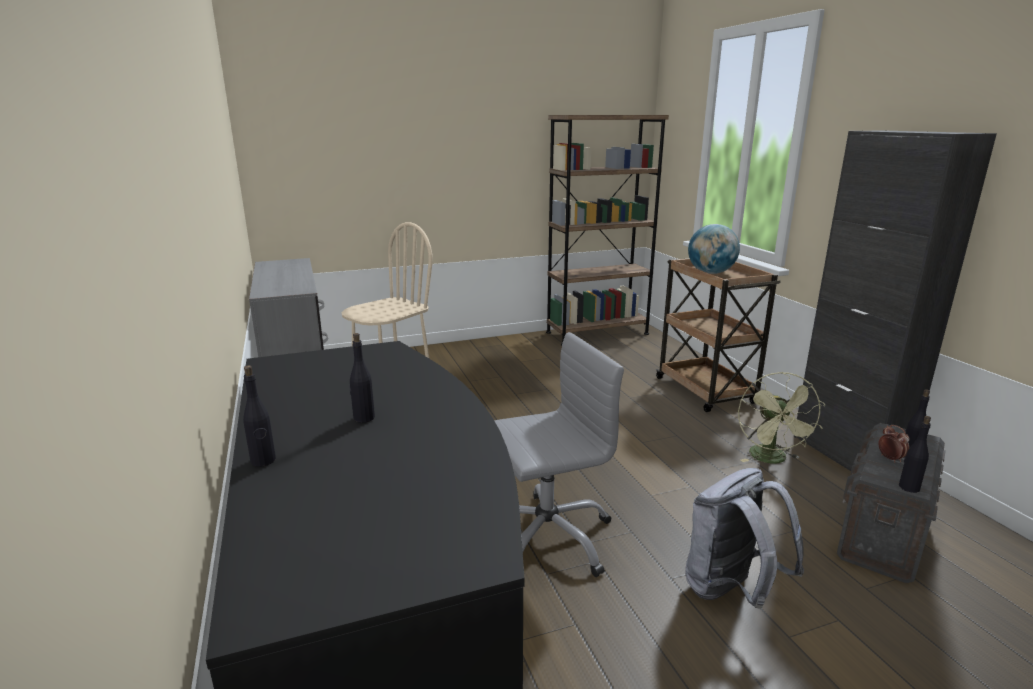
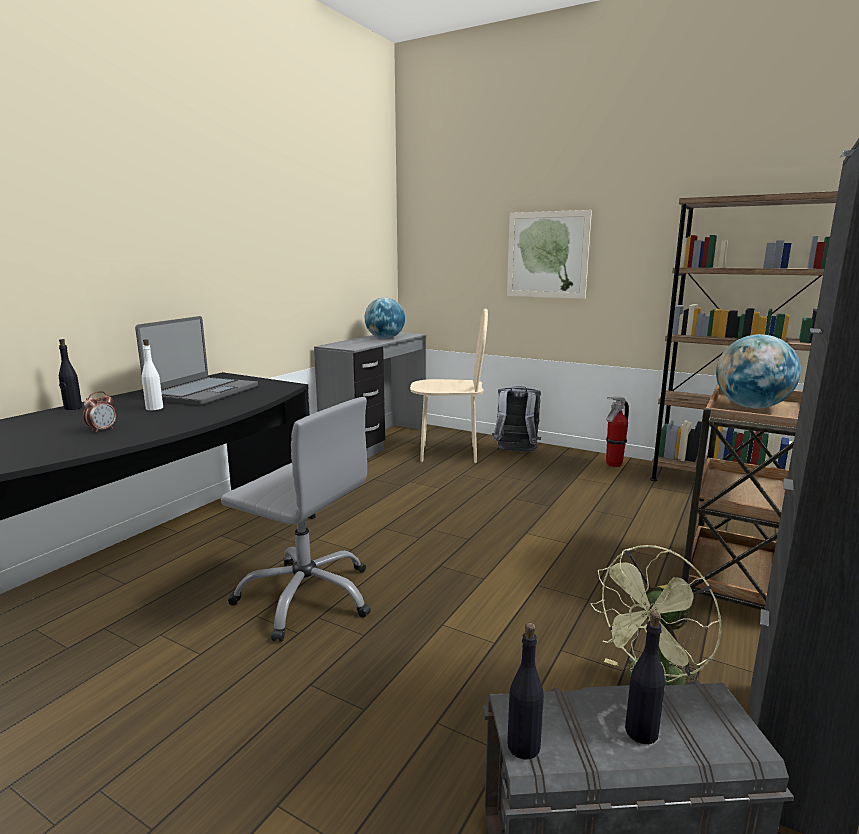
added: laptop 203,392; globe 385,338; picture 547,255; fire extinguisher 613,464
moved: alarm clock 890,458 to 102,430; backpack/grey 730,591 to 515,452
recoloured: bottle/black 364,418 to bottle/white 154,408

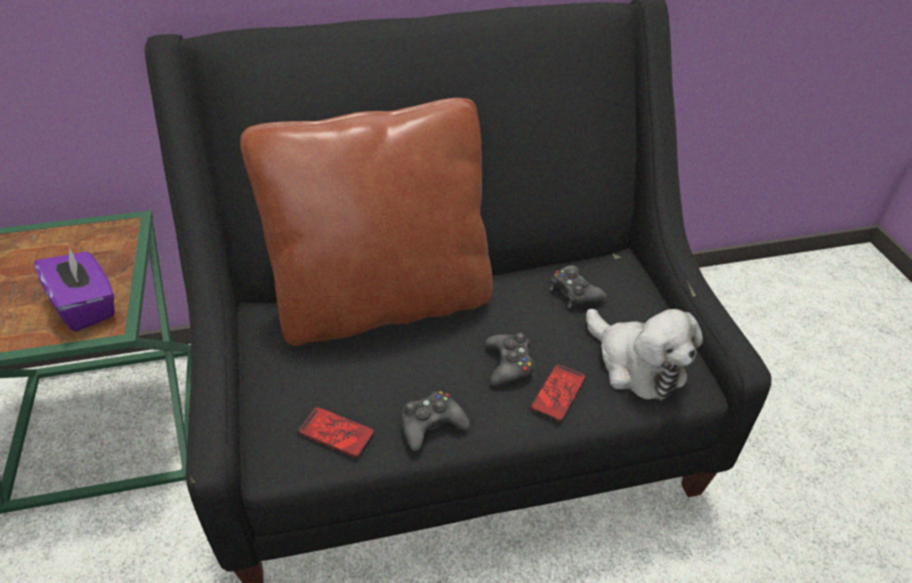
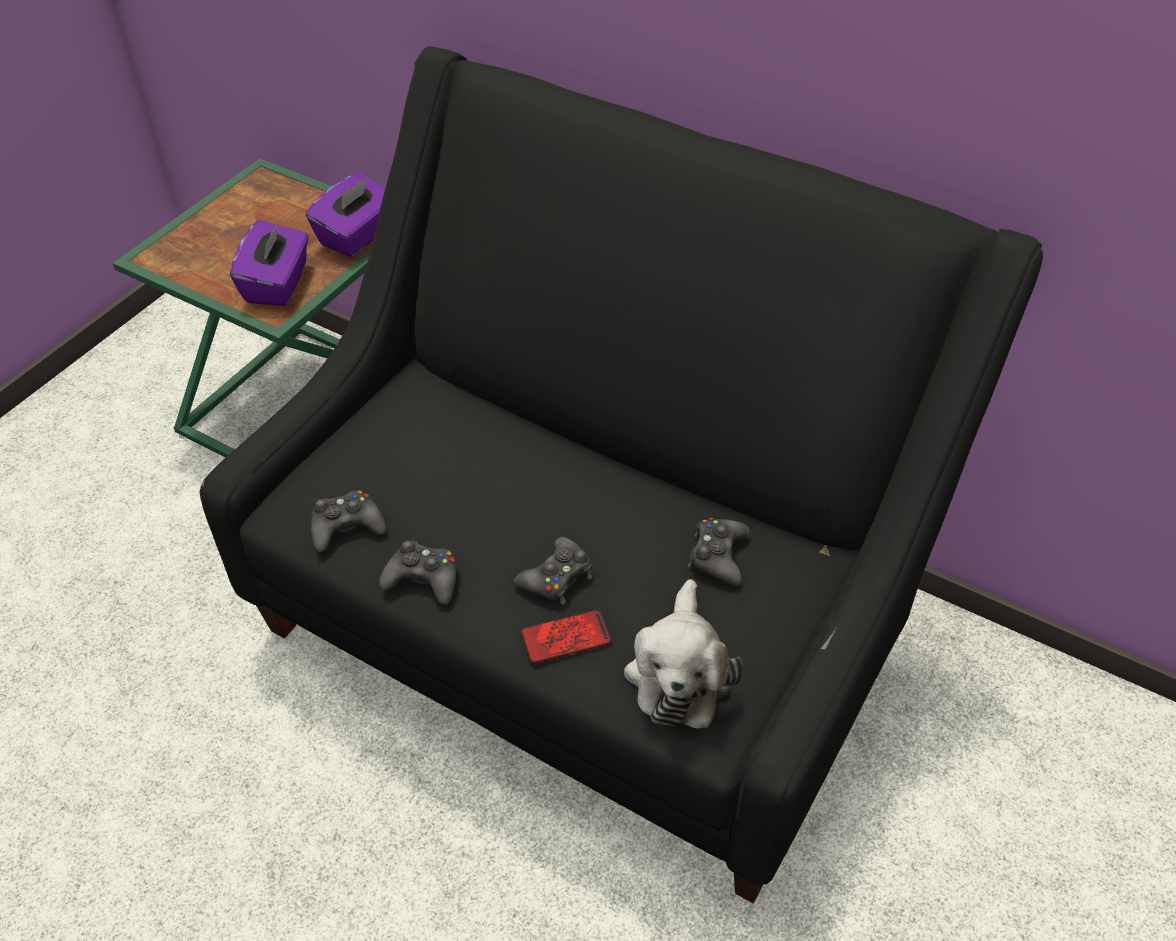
removed: pillow/brown 383,302
added: tissue box/purple 358,236
replaced: phone 336,433 to game controller/black 346,527

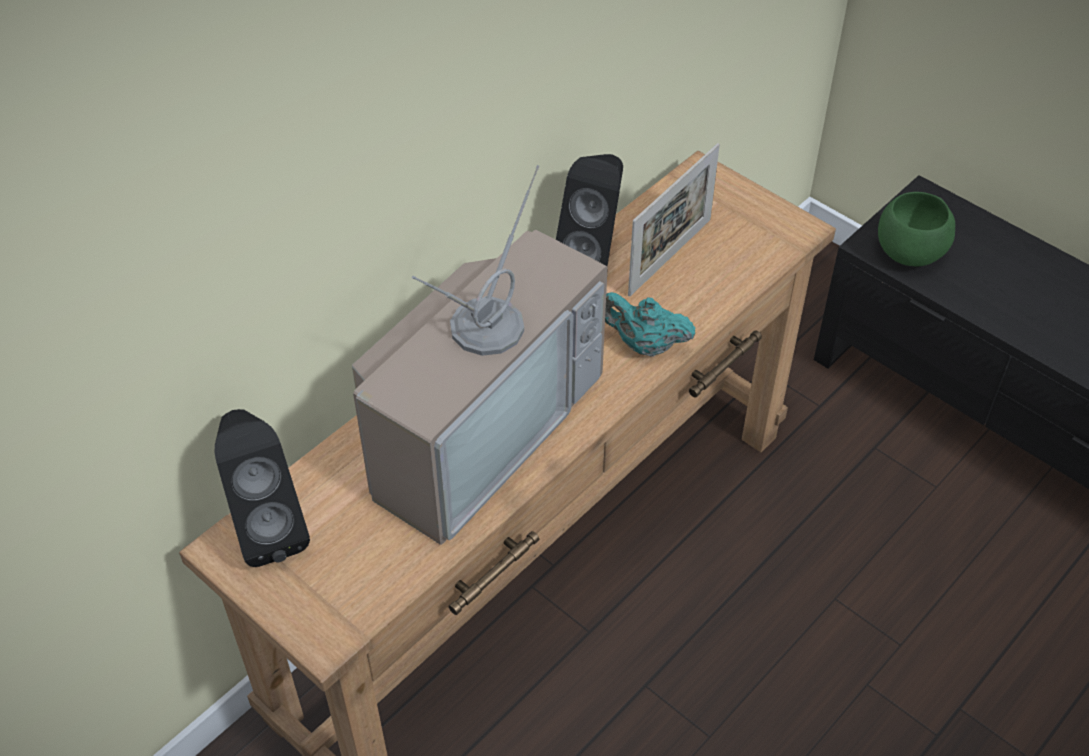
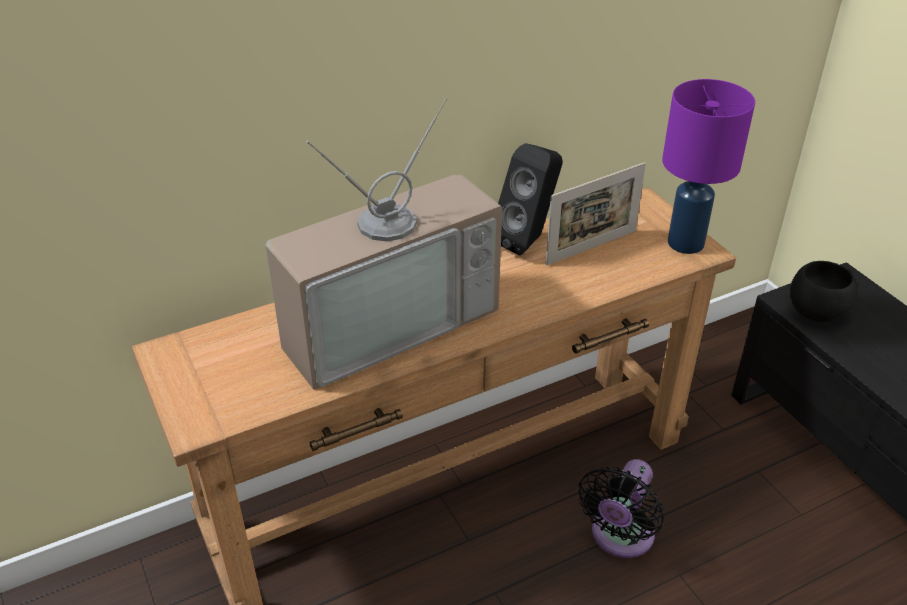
removed: speaker/black 267,528; teapot/turquoise 644,345
added: fan/black 619,537; table lamp/purple 684,243
recoloured: bowl/green 910,253 to bowl/black 817,312

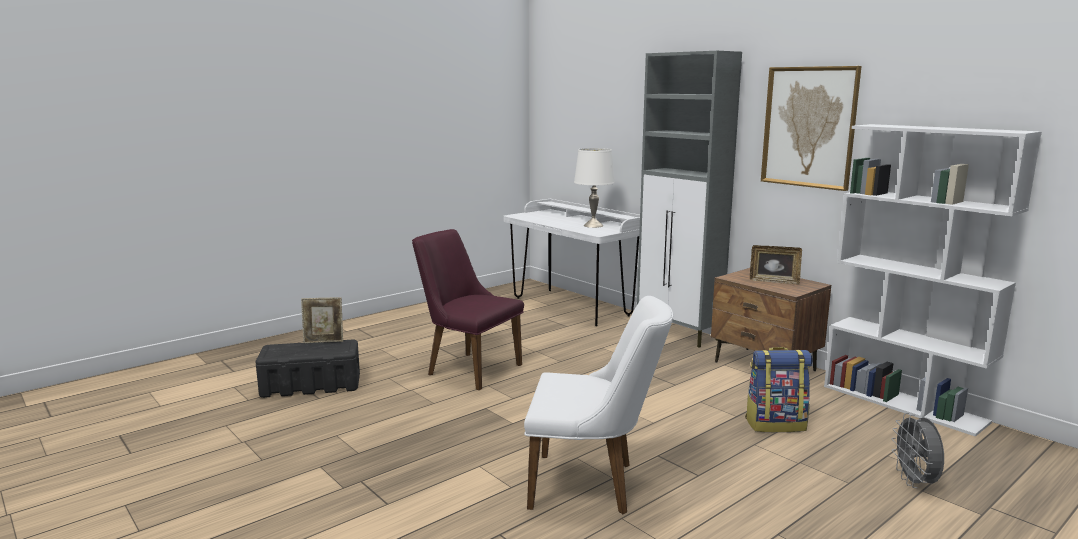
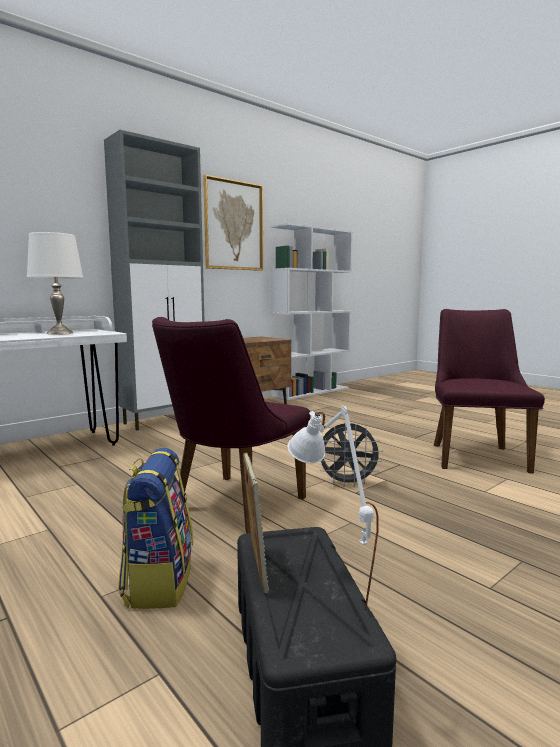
removed: picture frame 774,281
added: table lamp/white 327,589
moved: backpack 775,424 to 158,581; fan/grey 915,482 to 348,483
recoloured: chair/white 593,485 to chair/purple 475,454

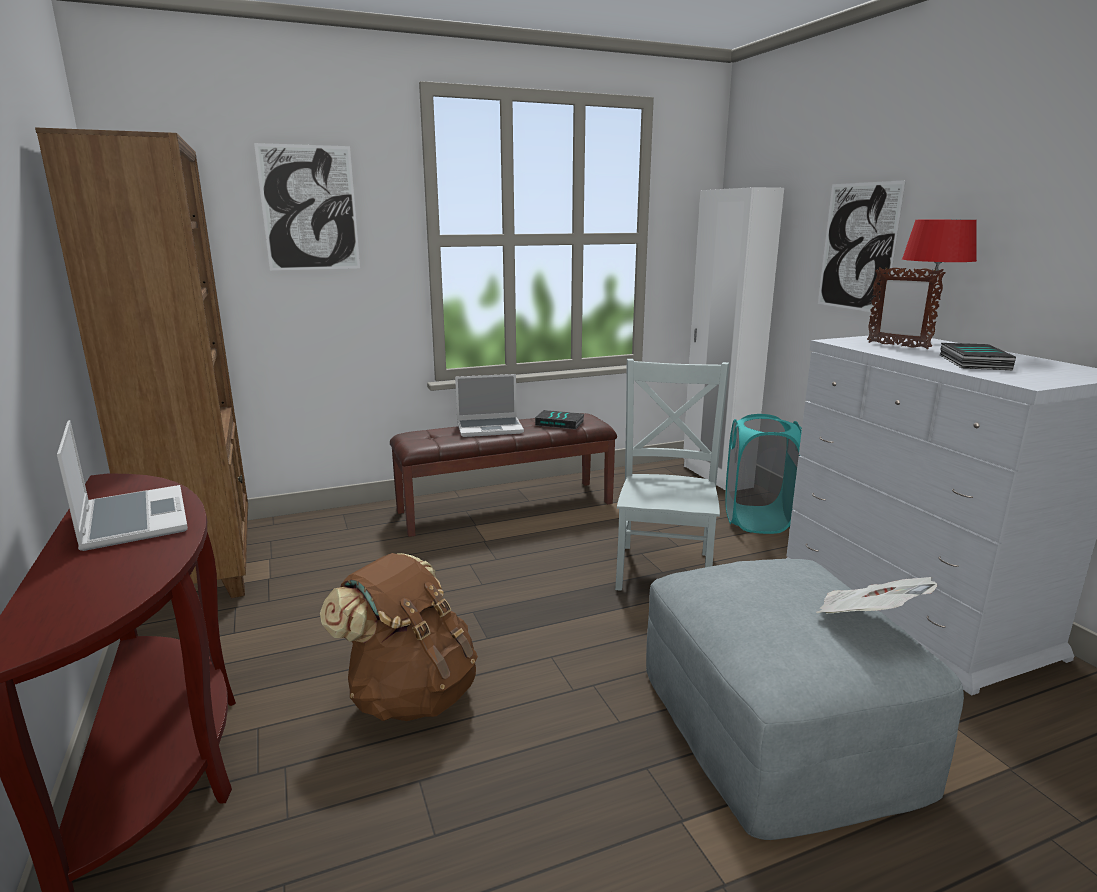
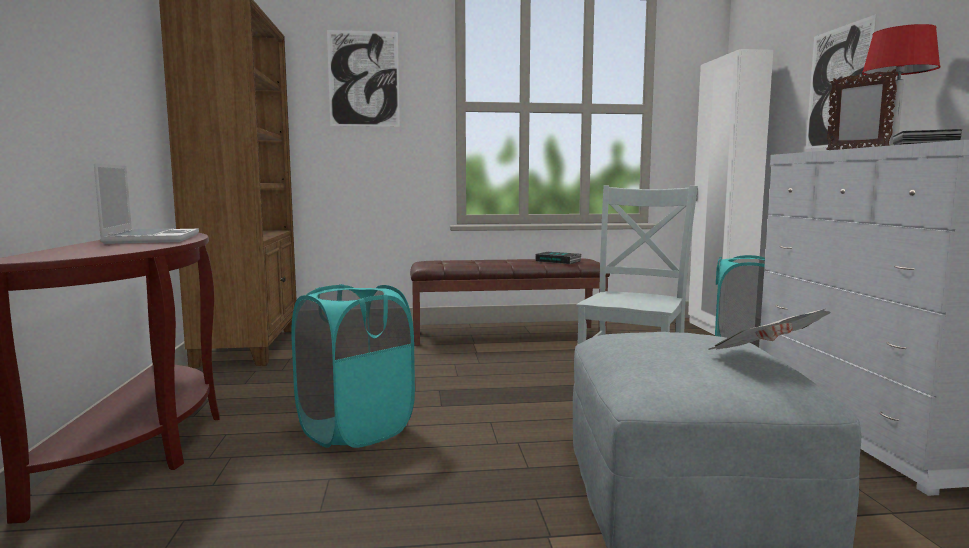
removed: laptop 490,428
replaced: backpack/brown 410,694 to laundry basket/turquoise 355,430

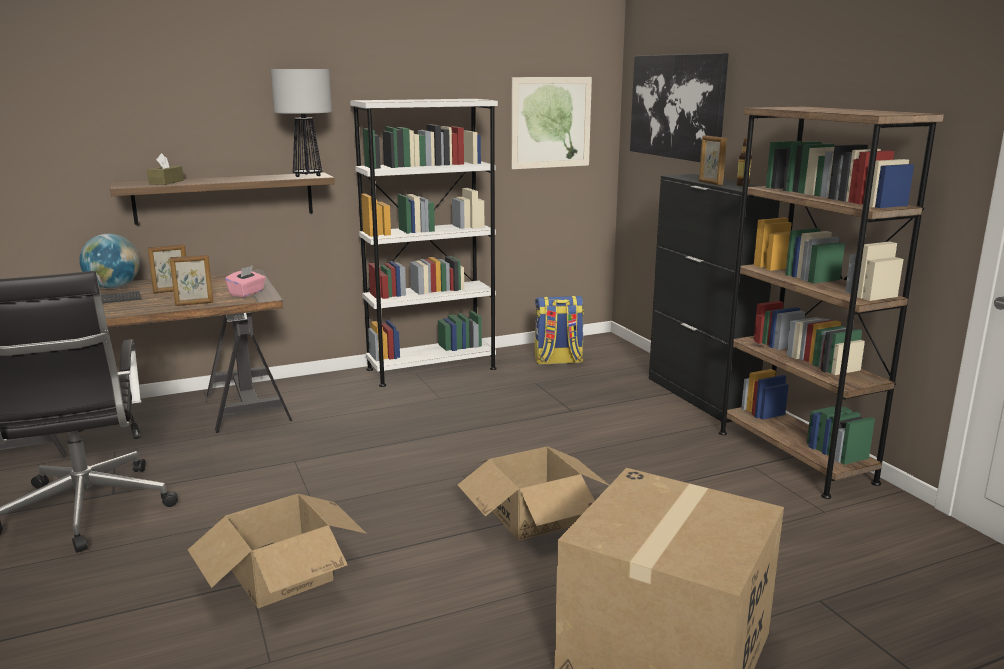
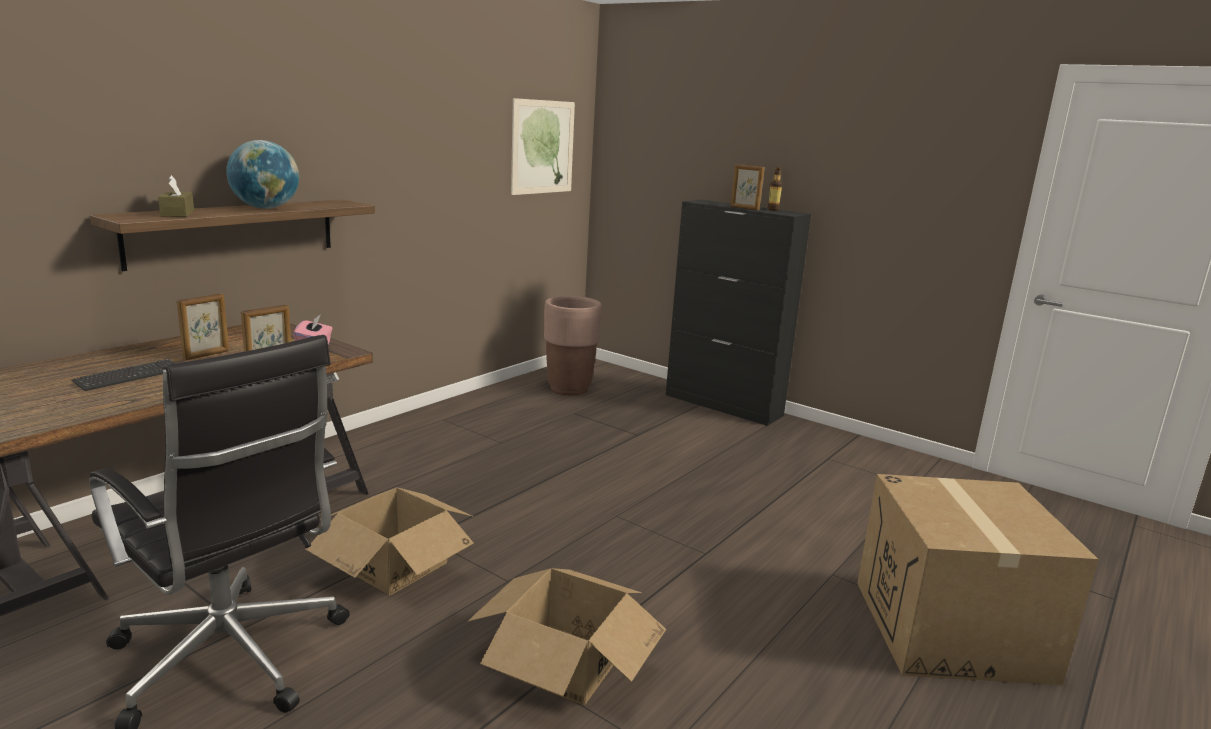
removed: table lamp 307,176; bookcase/white 431,369; picture 676,106; bookcase/brown 794,456
moved: globe 114,287 to 266,208; cardboard box 533,516 to 395,565
replaced: backpack 558,361 to planter/brown 569,389

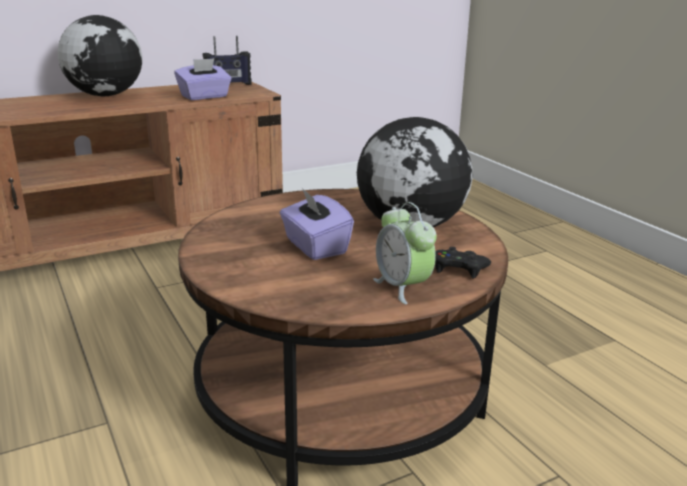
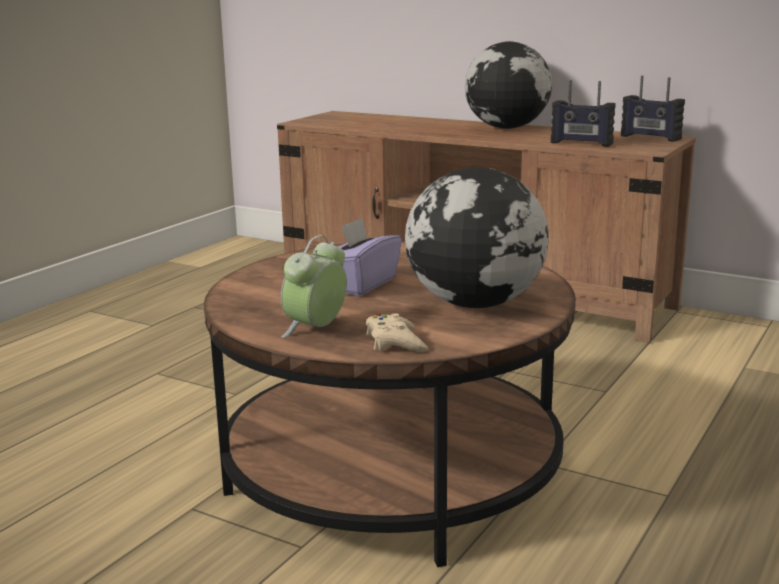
replaced: tissue box/purple 204,97 to radio 581,143
recoloured: game controller/black 459,268 to game controller/beige 395,341

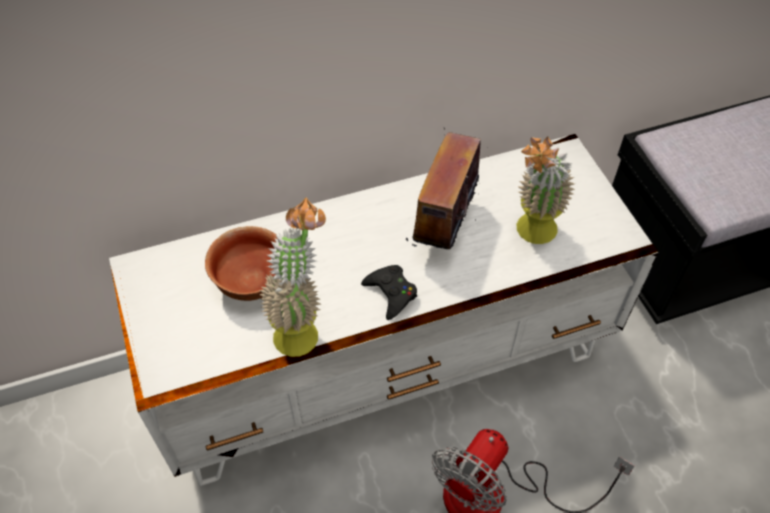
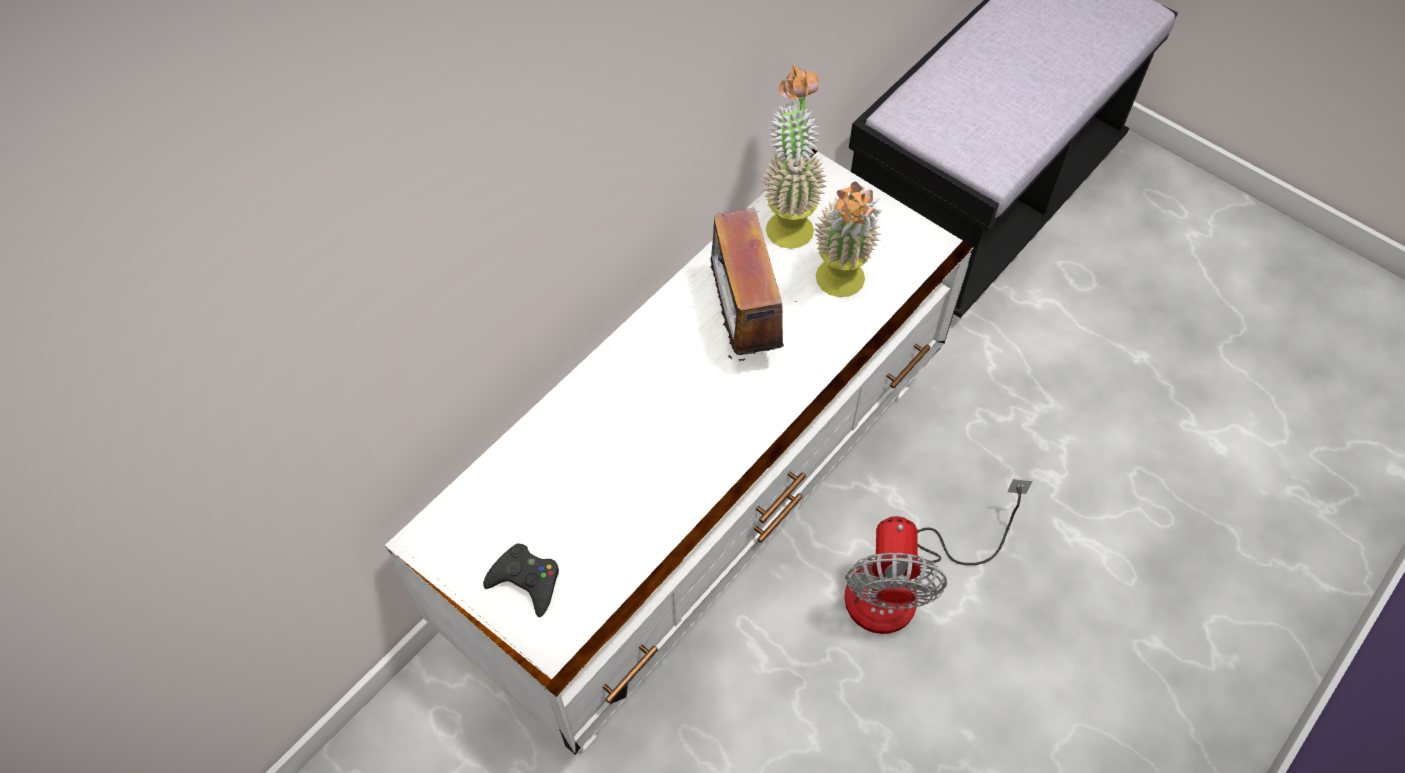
removed: bowl 253,281
moved: game controller/black 391,293 to 526,581; potted plant 302,327 to 788,219

